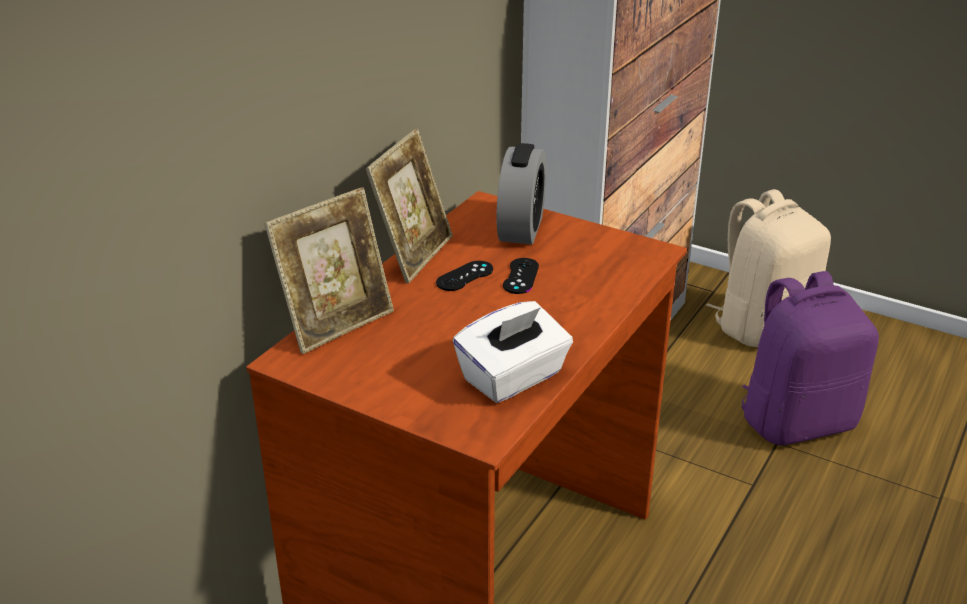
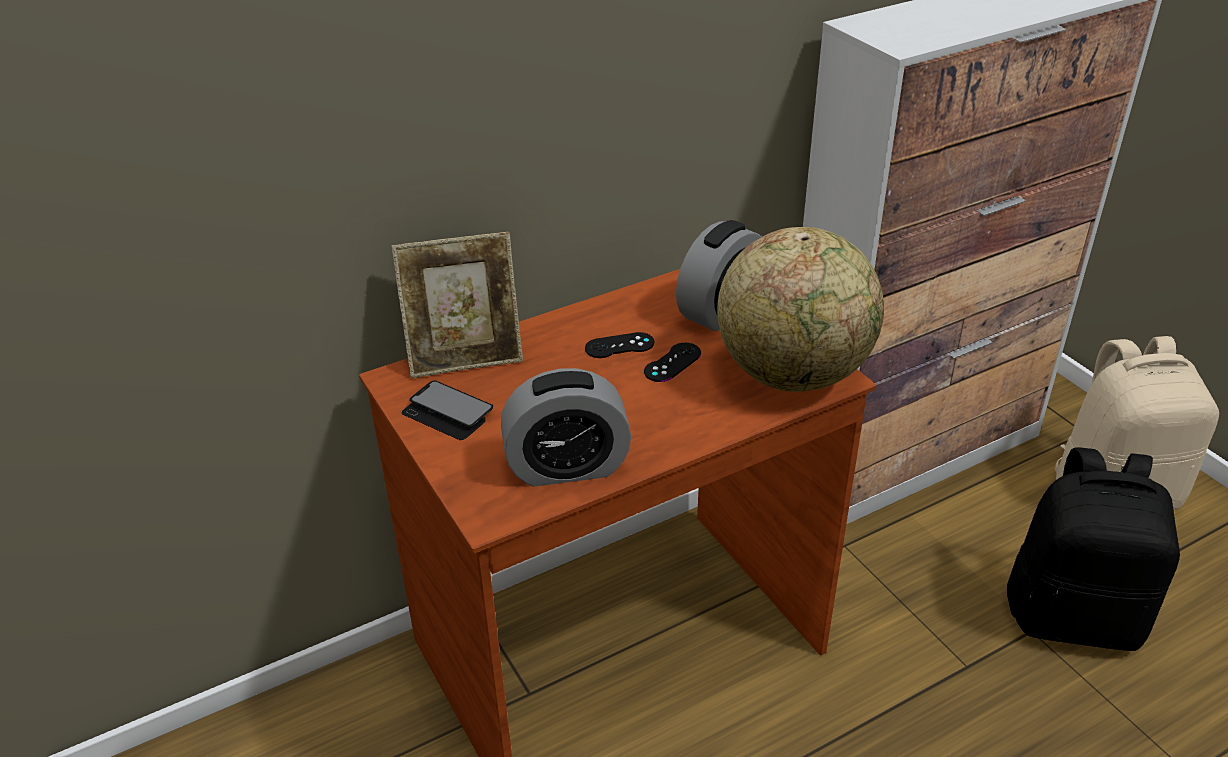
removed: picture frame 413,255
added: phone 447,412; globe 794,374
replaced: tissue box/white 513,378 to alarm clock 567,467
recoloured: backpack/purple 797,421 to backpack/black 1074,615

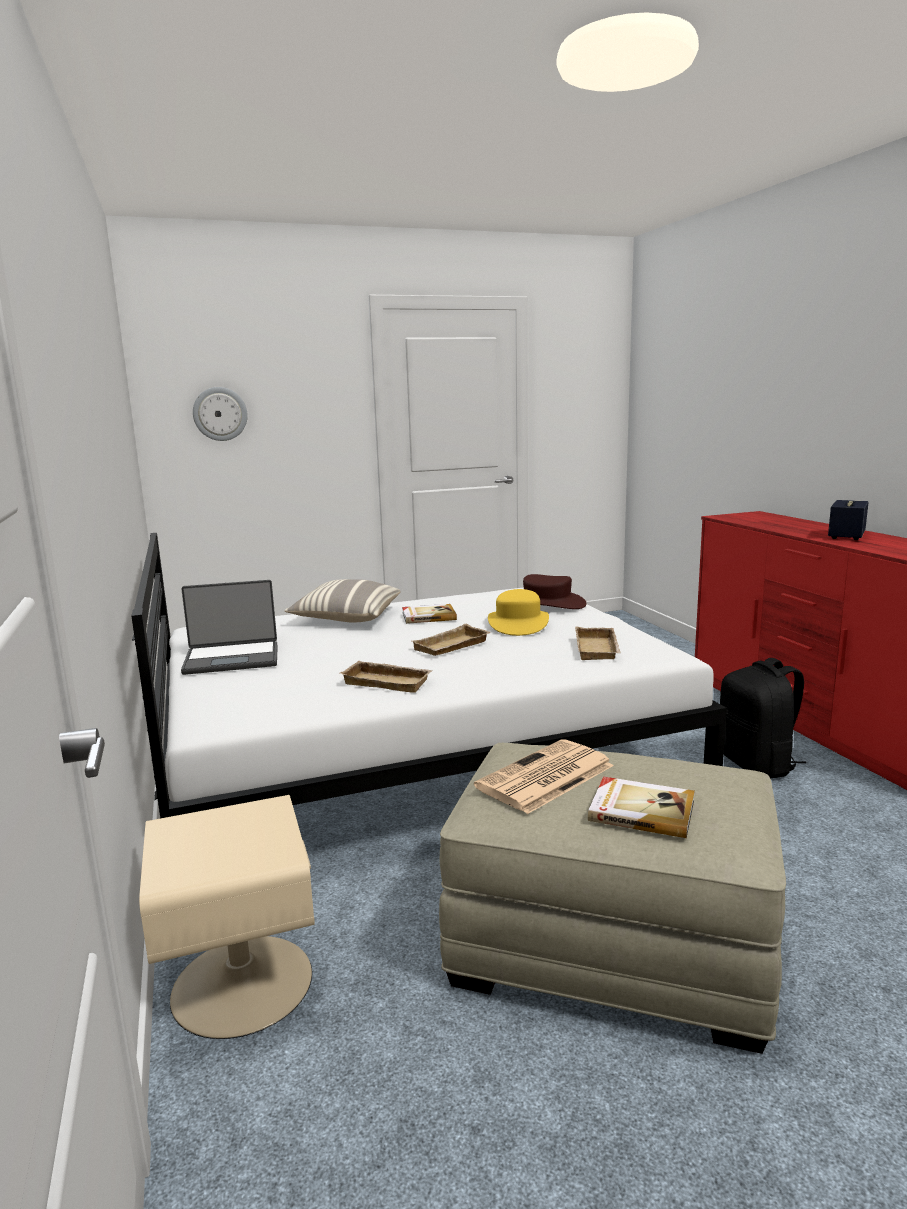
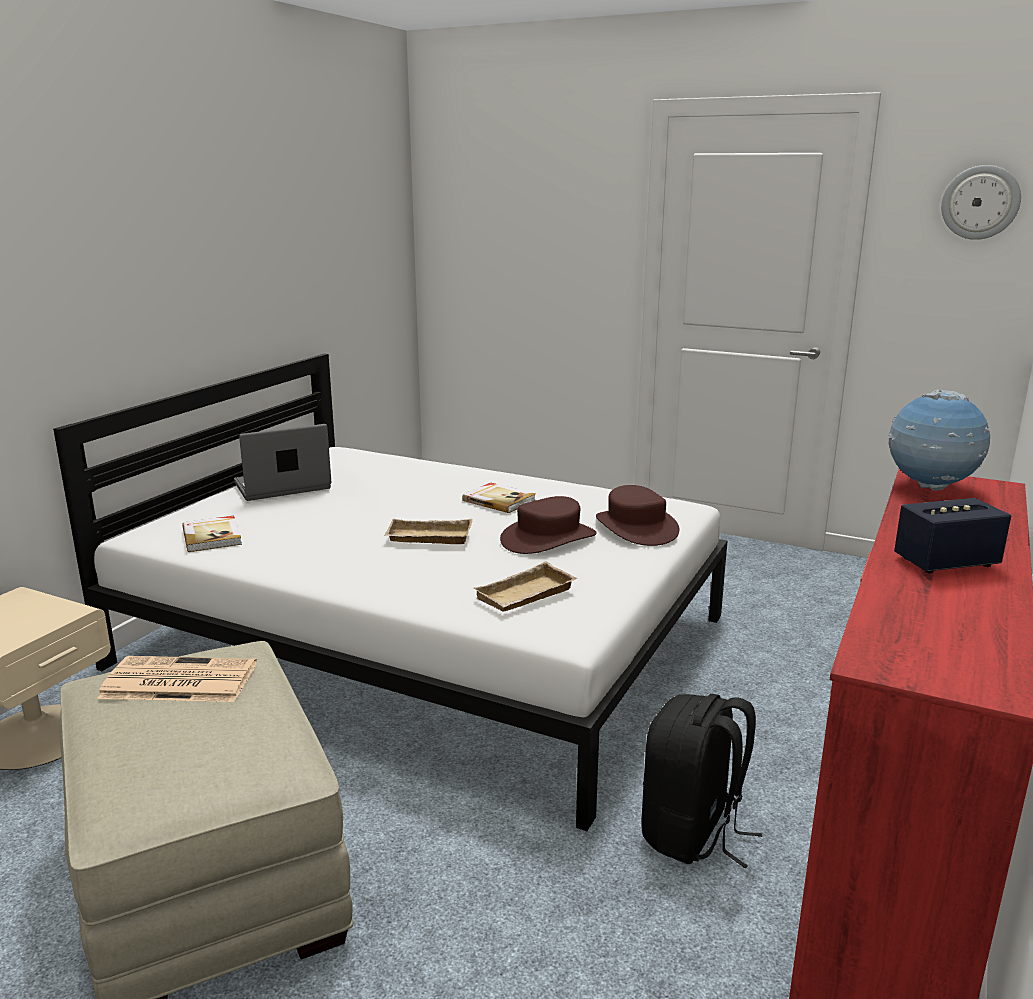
removed: pillow 346,618; tray/beige 389,681
added: globe 930,488
moved: book 641,810 to 213,536; wall clock 220,414 to 980,202
recoloured: hat/yellow 518,623 to hat/brown 548,538
turned: laptop 232,659 = 282,487 120 degrees clockwise

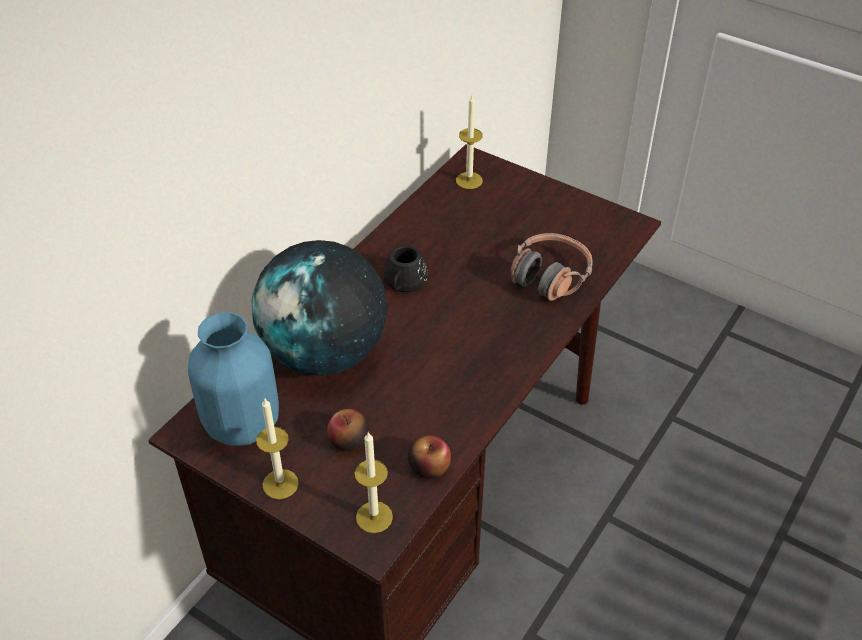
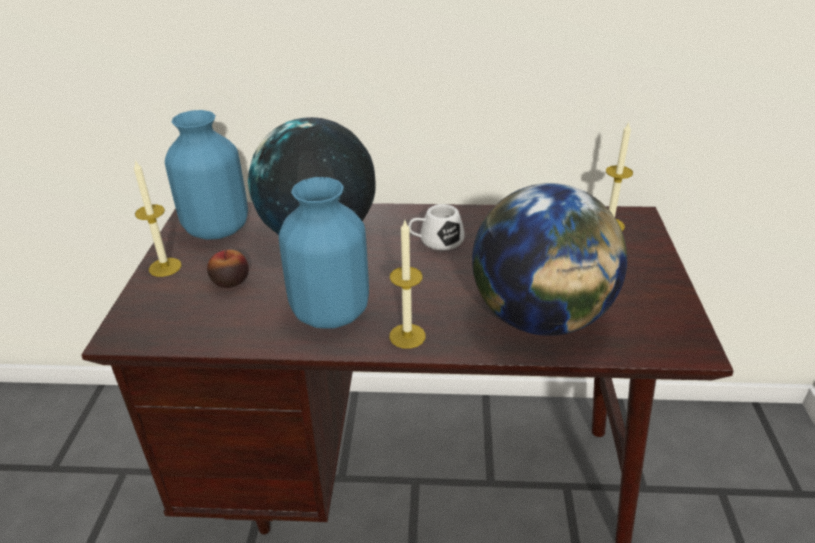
removed: apple 429,466
added: vase/blue 332,312
moved: candle 374,517 to 407,336
replaced: headphones 550,276 to globe 540,318
recoloured: mug/black 404,283 to mug/white 436,241

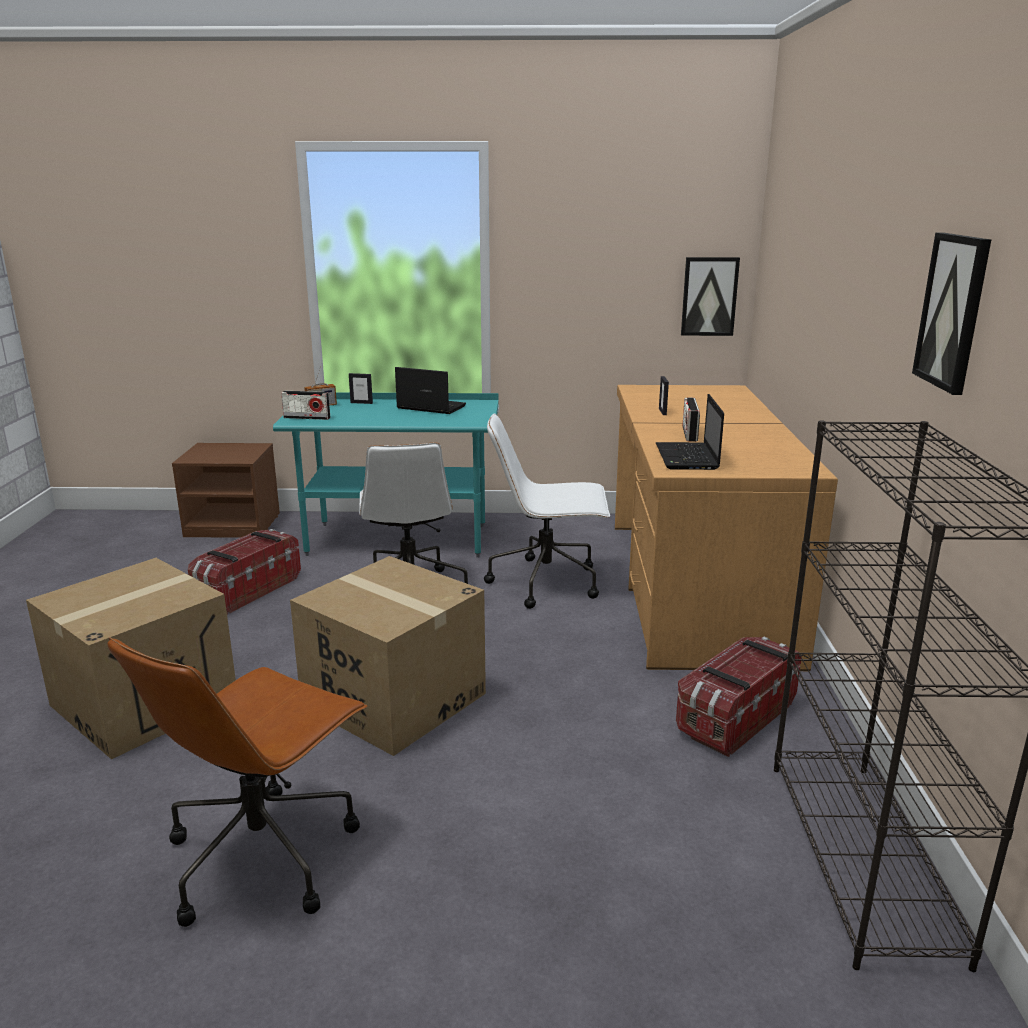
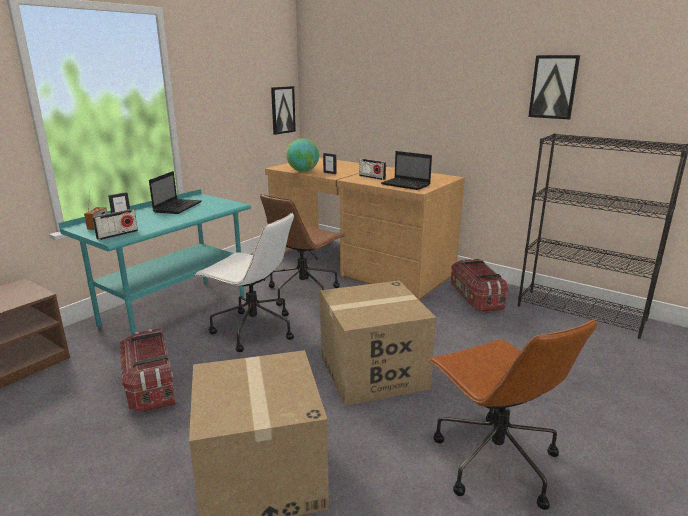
added: globe 303,171
recoloured: office chair/white 547,582 to office chair/brown 303,291
turned: laptop 429,407 = 178,207 135 degrees clockwise

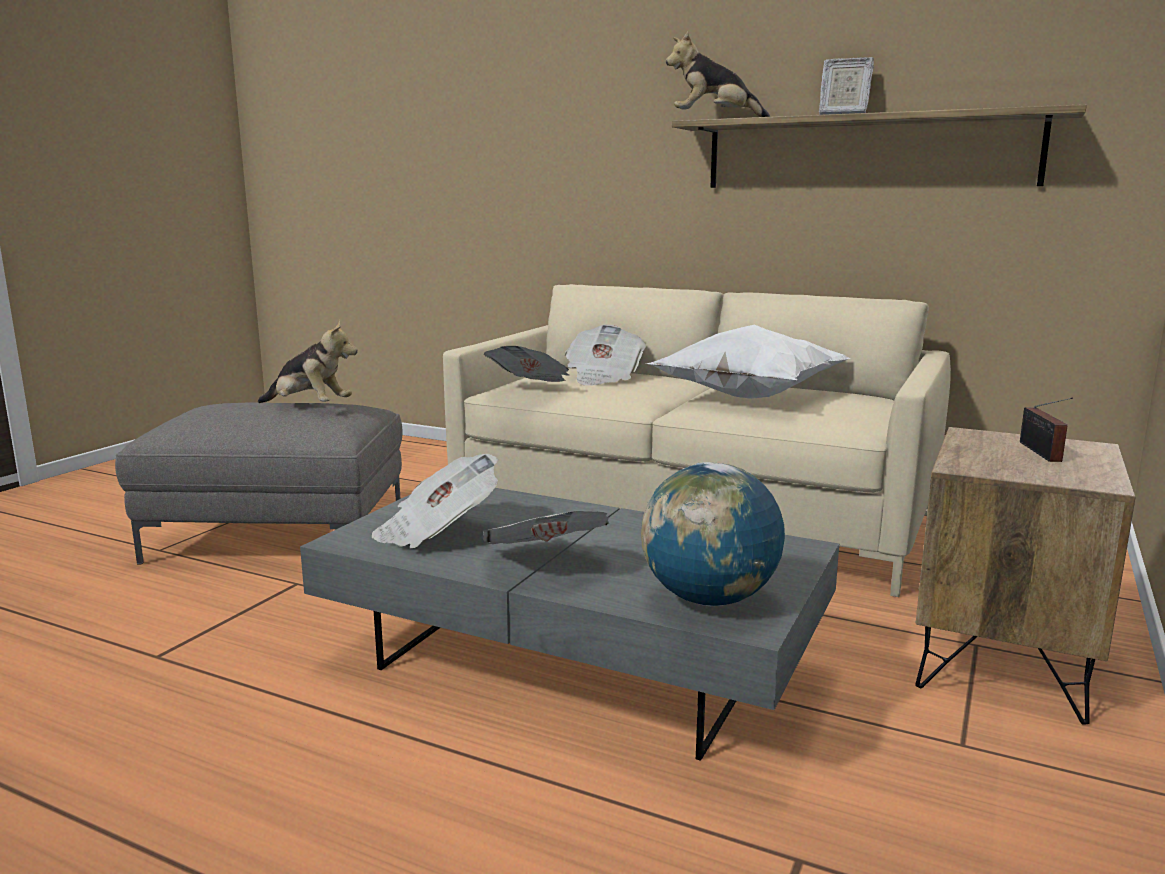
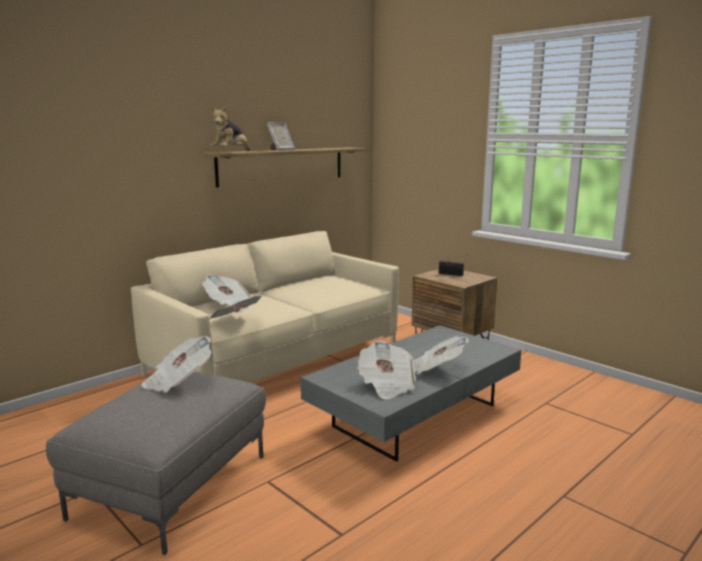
removed: globe 709,599; pillow/white 746,398
replaced: plush toy 309,407 to newspaper 178,381

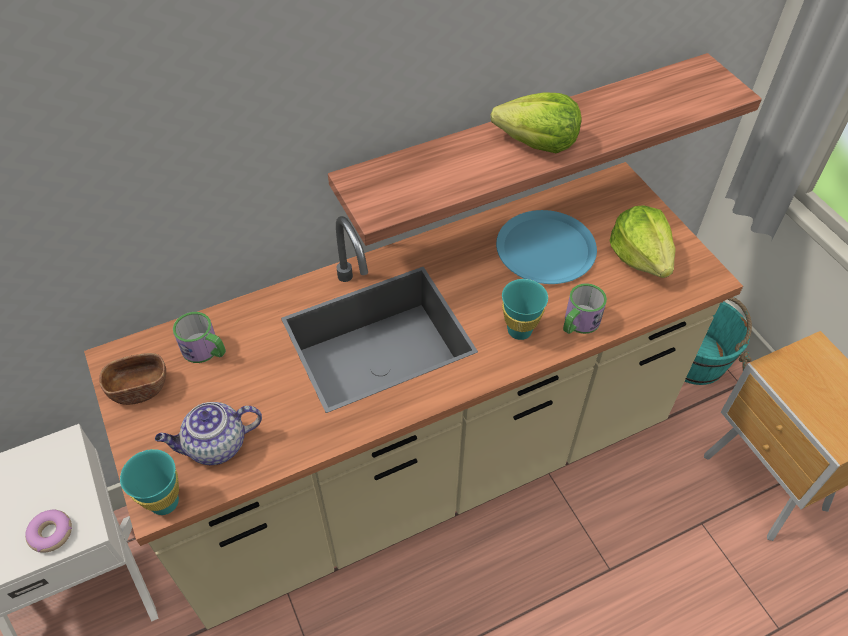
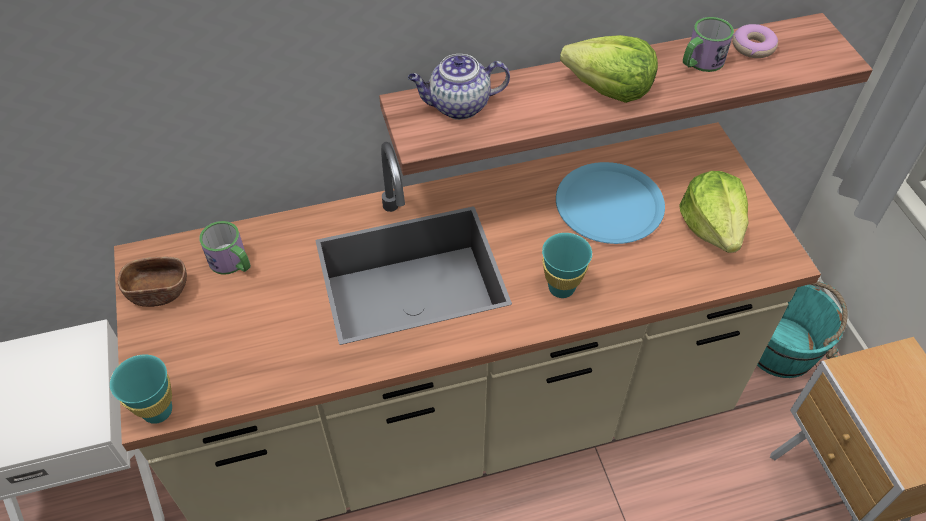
moved: teapot 215,446 to 458,106; mug 578,323 to 700,62; donut 51,533 to 753,47

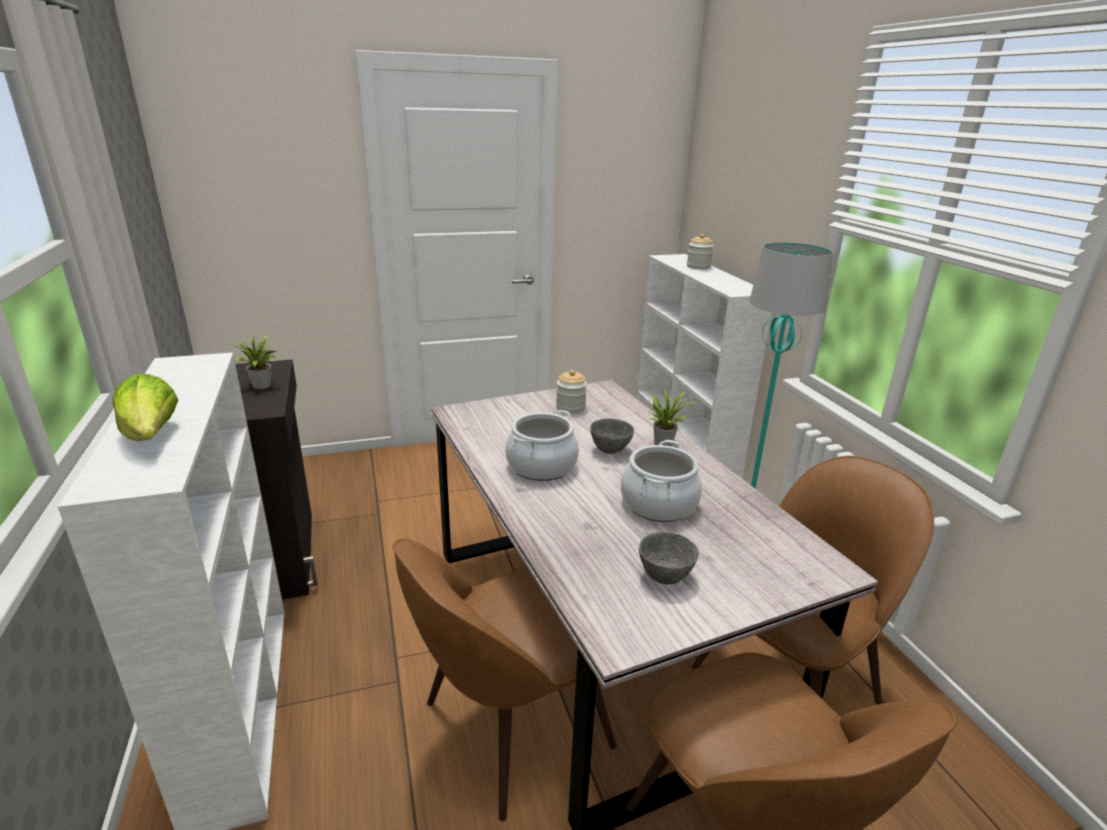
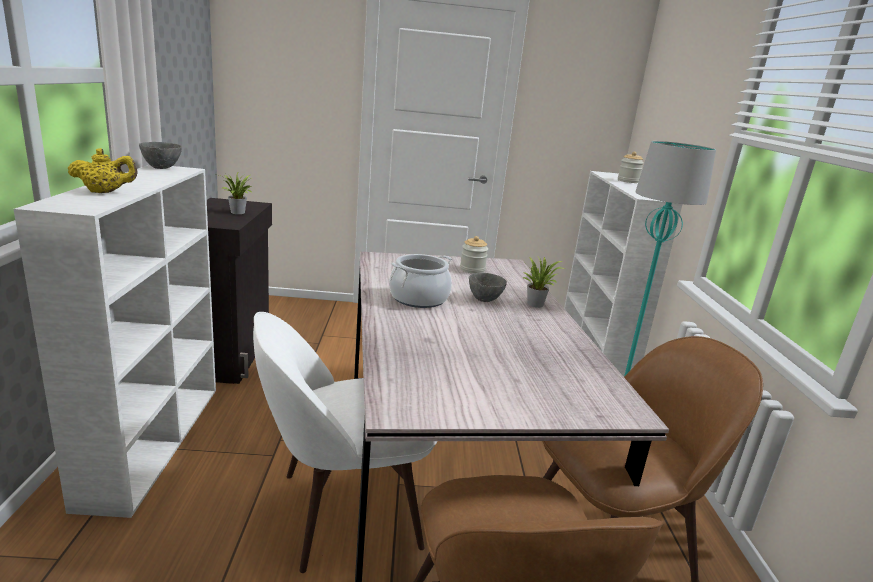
removed: cooking pot 658,504
moved: bowl/grey 664,576 to 162,168
replaced: lettuce 152,436 to teapot/yellow 105,192
recoloured: chair/brown 510,728 to chair/white 342,511

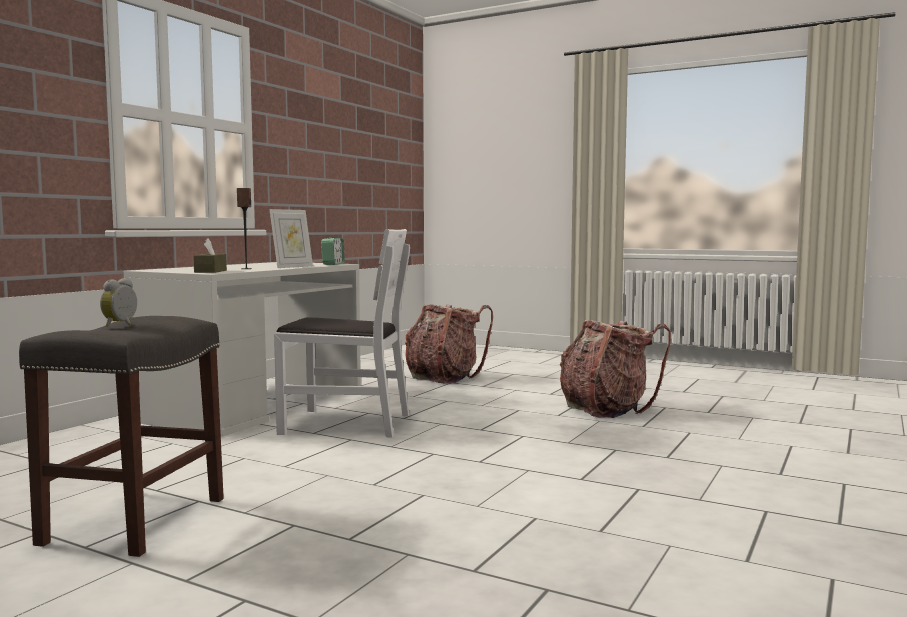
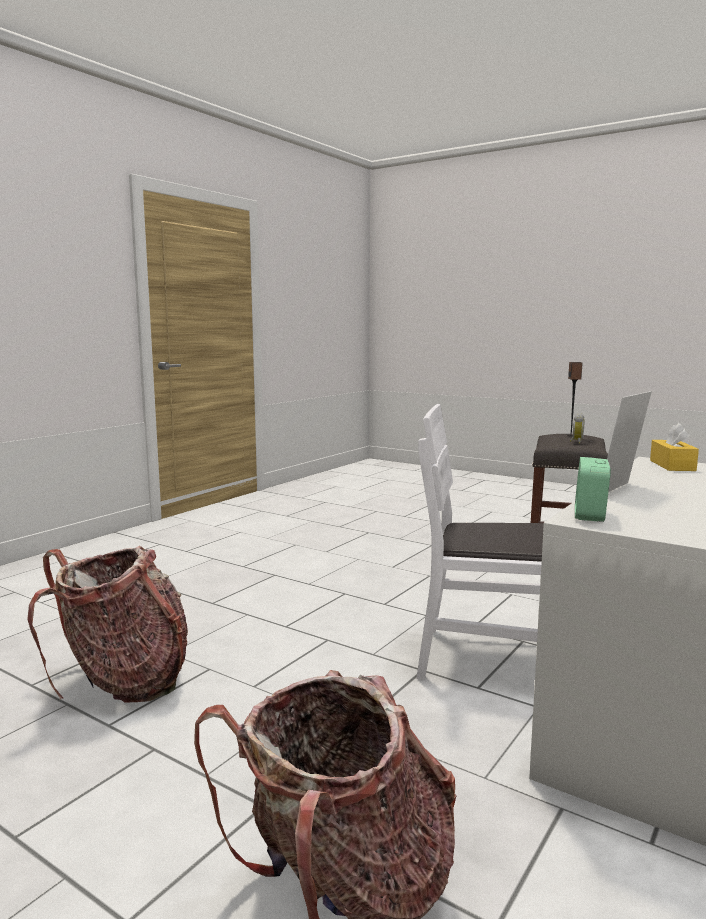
moved: speaker 246,269 to 571,435
recoloured: tissue box/brown 210,271 to tissue box/yellow 672,465

